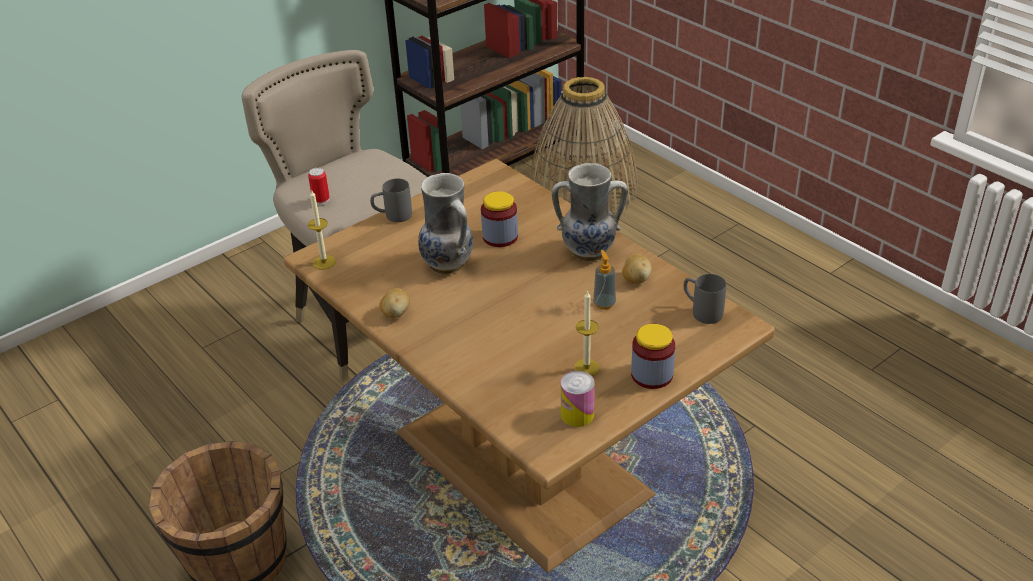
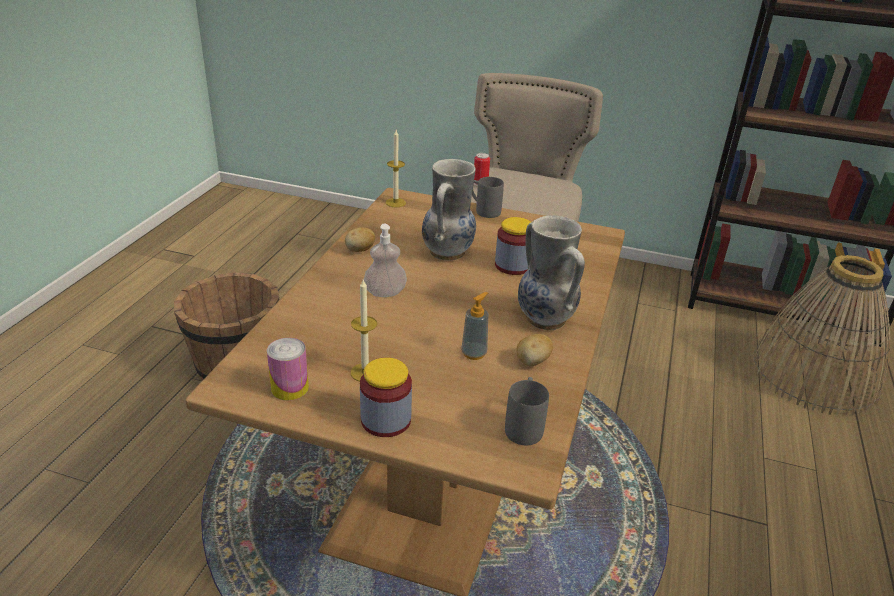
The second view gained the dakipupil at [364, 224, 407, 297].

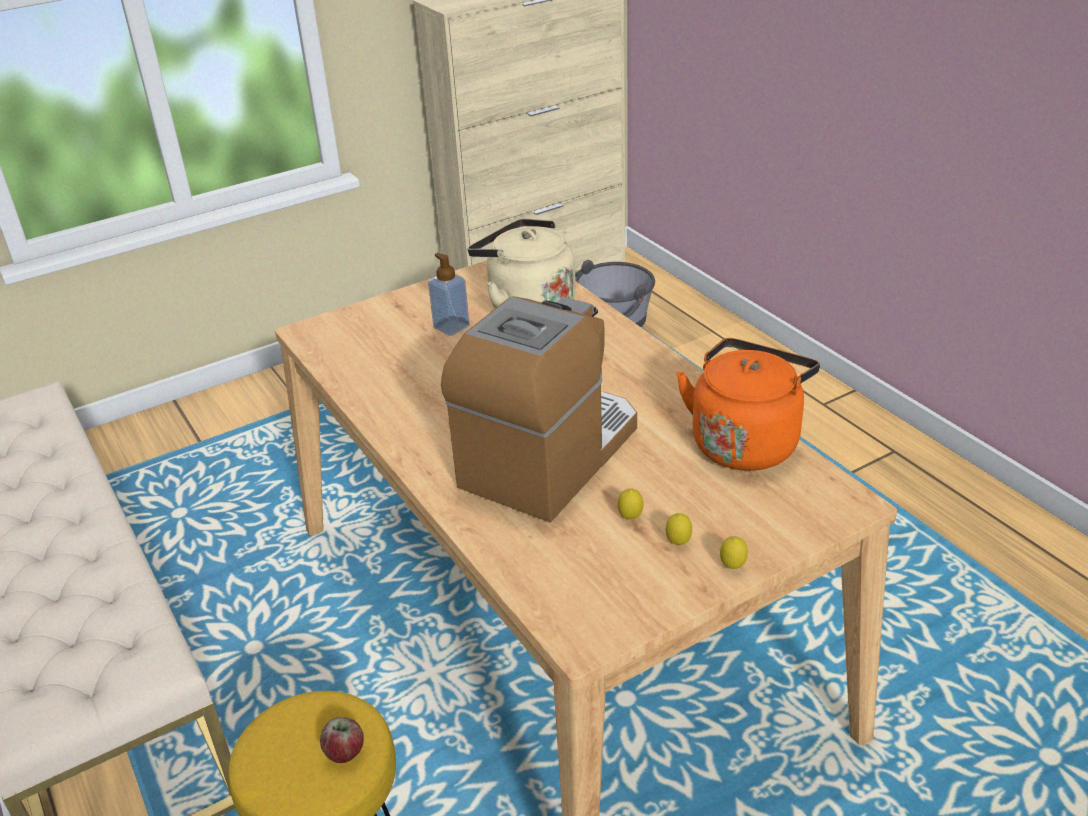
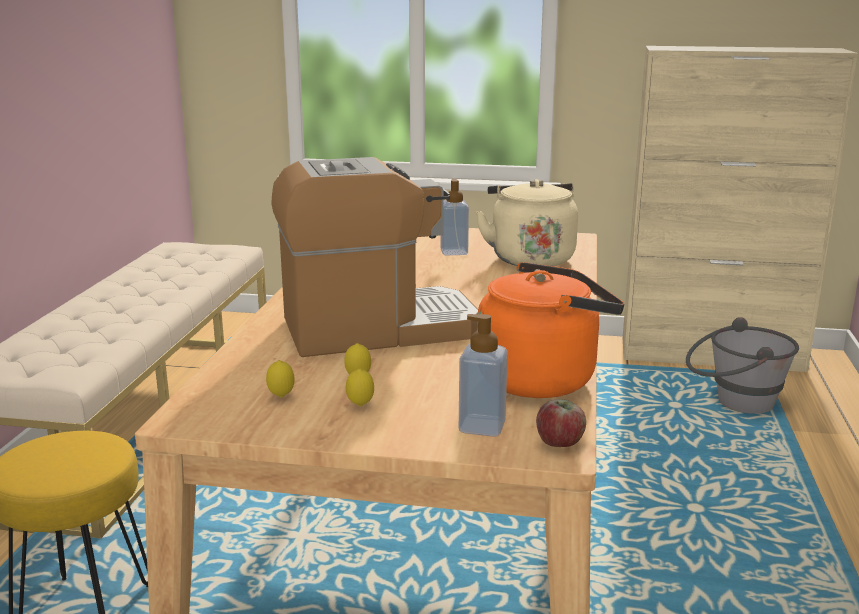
The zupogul ended up elsewhere, having gone from [720, 536, 748, 569] to [266, 360, 295, 398].
The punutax ended up elsewhere, having gone from [320, 717, 364, 763] to [536, 399, 586, 447].
The second view gained the dakipupil at [459, 314, 508, 437].

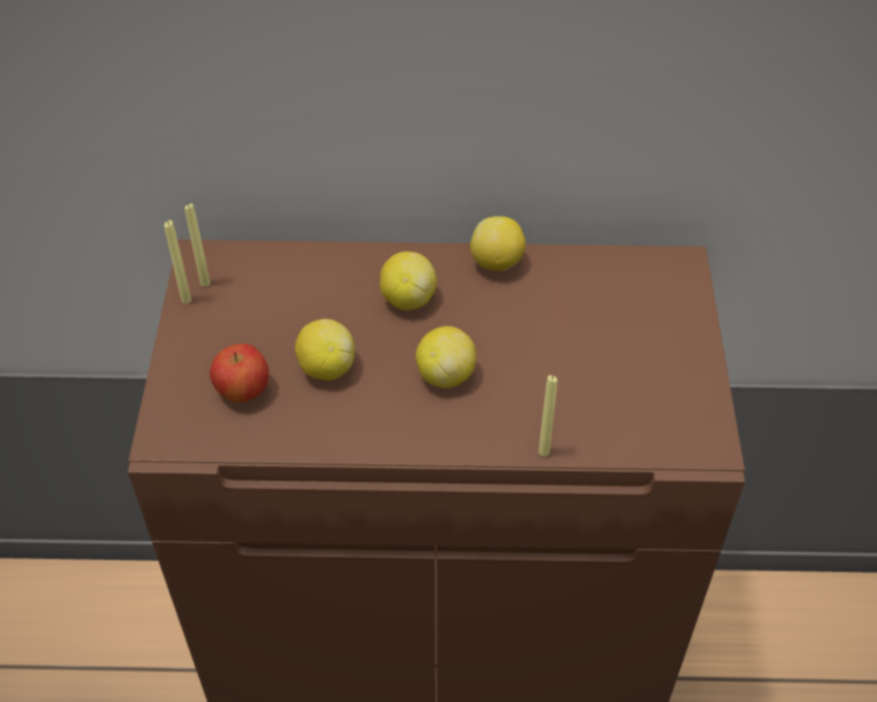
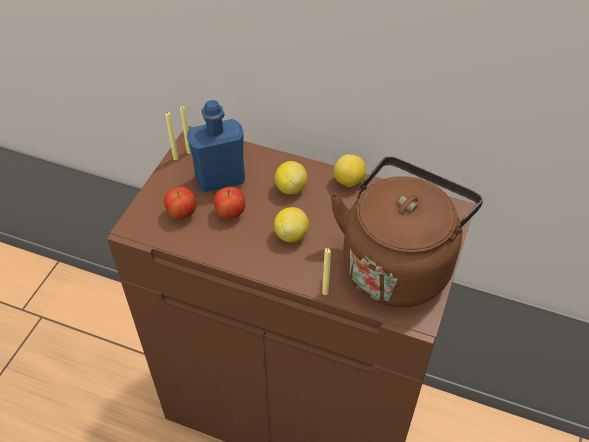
Where the zupogul stood at [295, 319, 355, 380], the punutax came to stand at [214, 187, 245, 219].
The second view gained the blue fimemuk at [187, 100, 245, 193].
The second view gained the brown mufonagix at [330, 157, 483, 307].

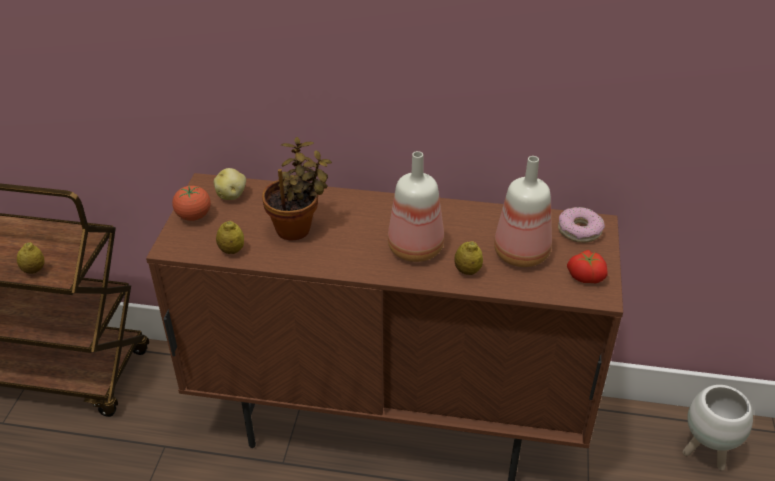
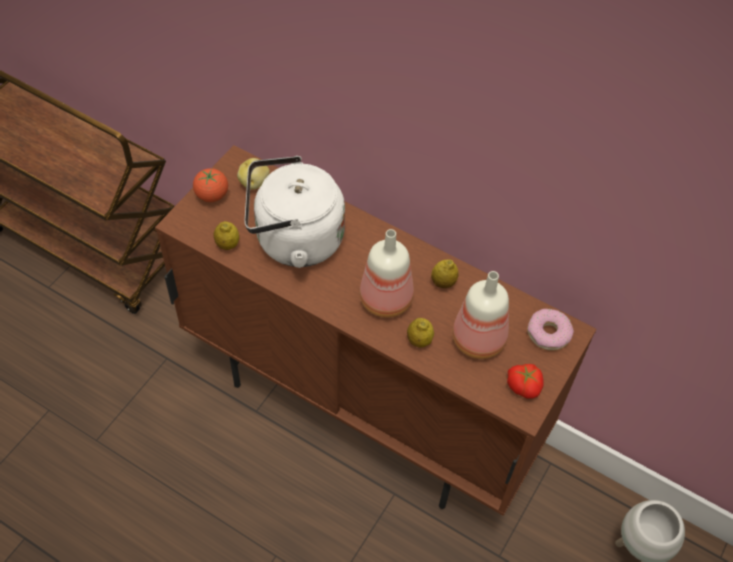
Where the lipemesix stood at [262, 137, 332, 241], the white mufonagix came to stand at [245, 156, 345, 268].
The zupogul ended up elsewhere, having gone from [17, 242, 44, 274] to [431, 259, 459, 288].

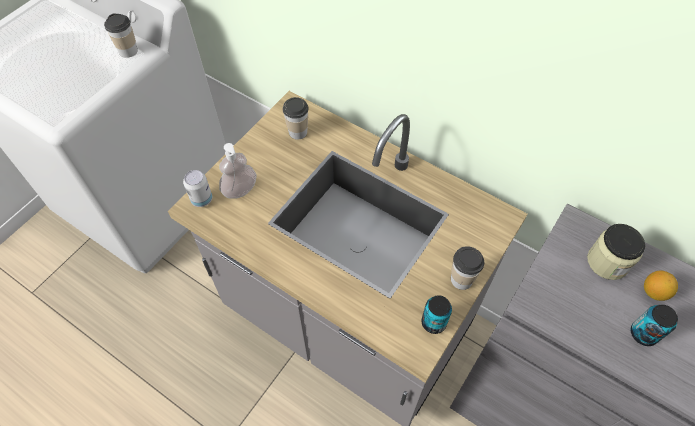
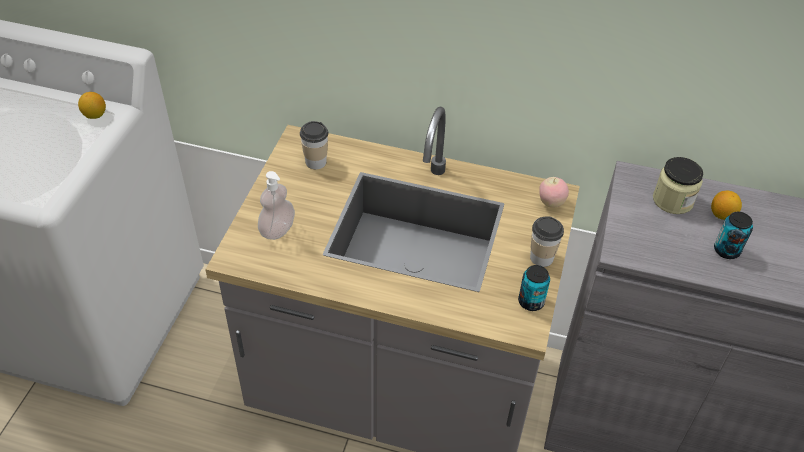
Where the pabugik stood at [104, 14, 138, 58], the zupogul came to stand at [78, 92, 106, 119].
The second view lost the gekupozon at [183, 170, 212, 207].
The second view gained the punutax at [539, 177, 569, 208].

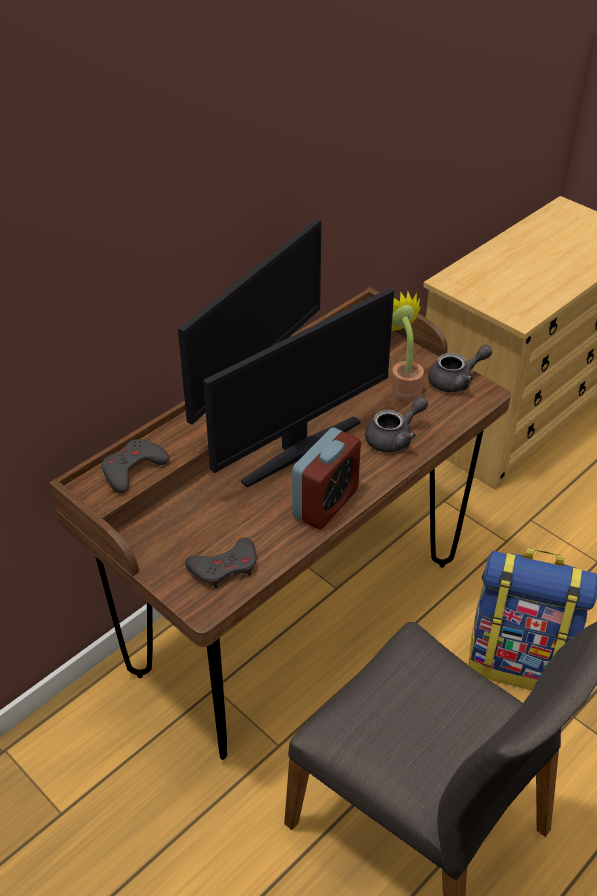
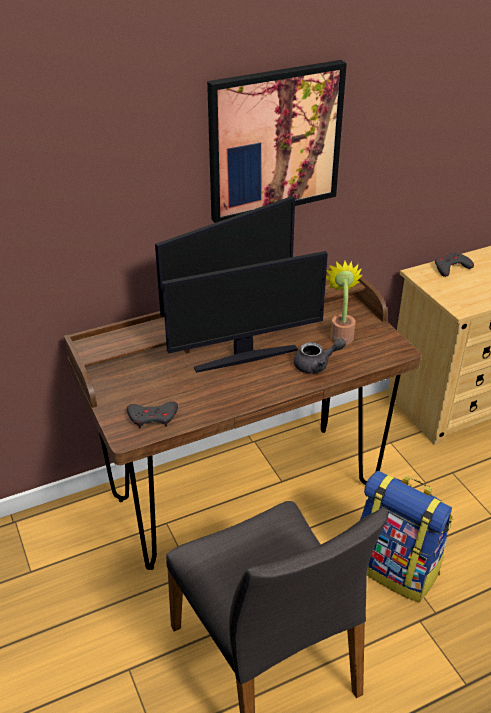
The second view lost the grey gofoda at [428, 345, 492, 392].
The second view lost the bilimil at [292, 428, 361, 530].
The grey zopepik ended up elsewhere, having gone from [102, 439, 170, 493] to [435, 253, 474, 277].
The second view gained the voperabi at [207, 60, 347, 223].

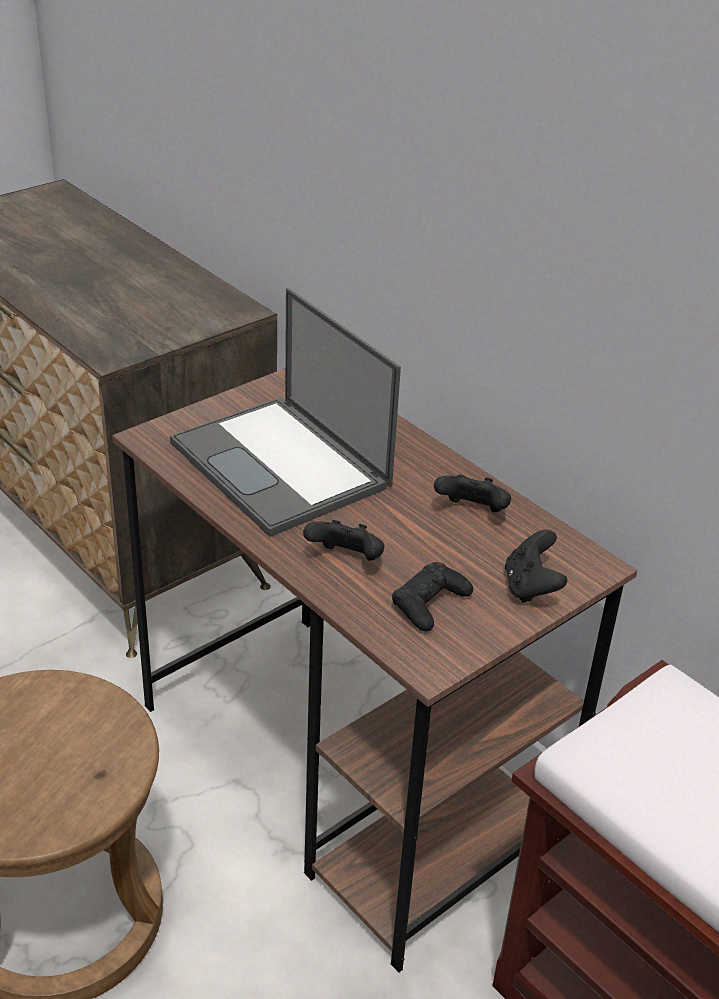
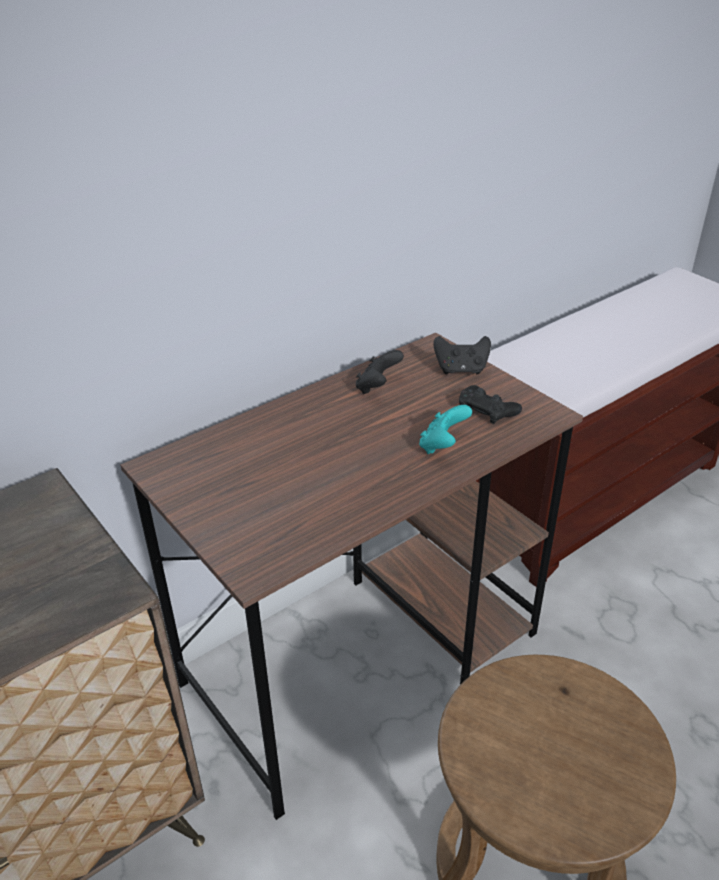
The second view lost the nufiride at [170, 288, 401, 537].
What was the black zopepik at [303, 520, 384, 561] turned into the turquoise zopepik at [419, 405, 472, 454].

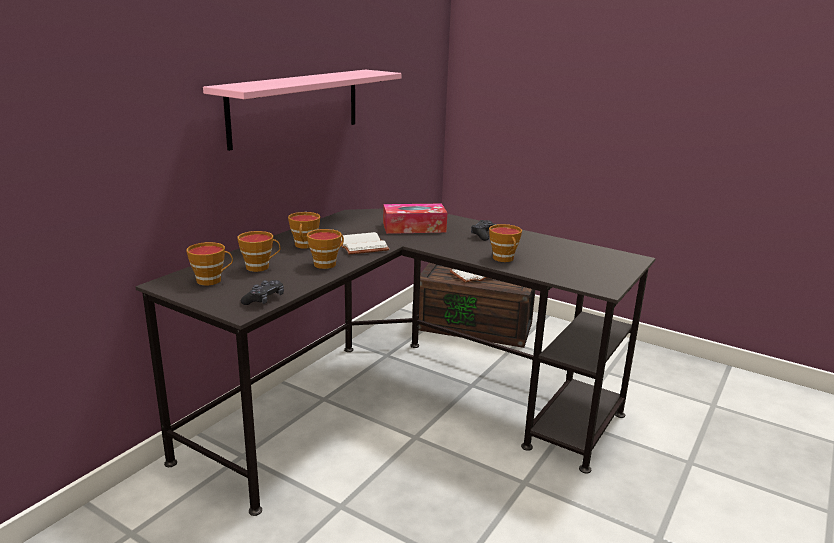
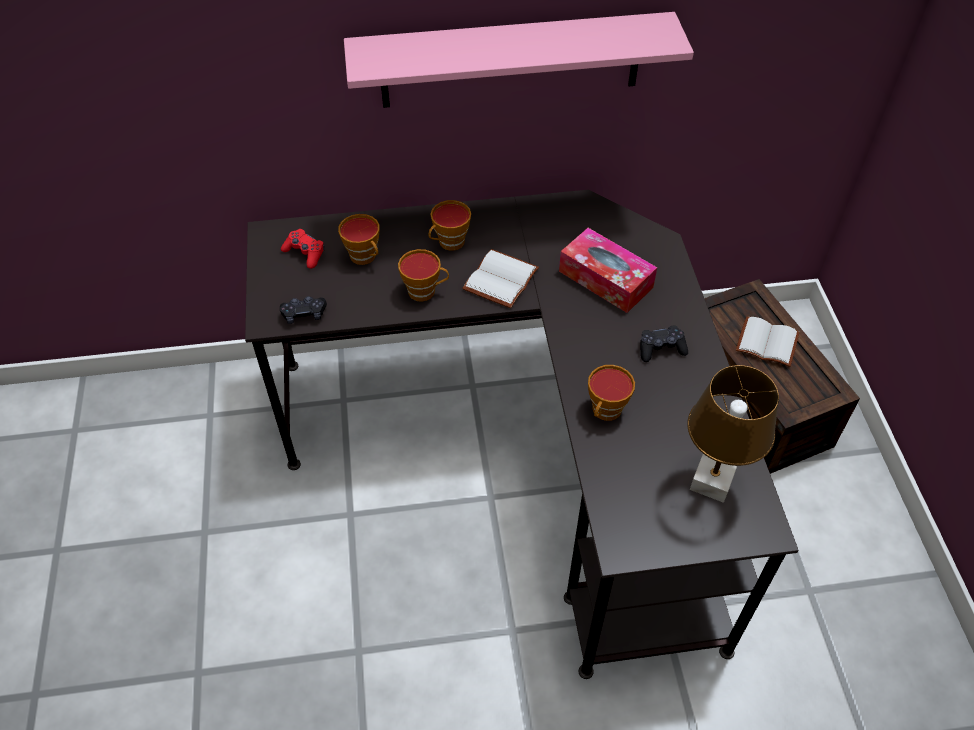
Where the pabugik stood at [187, 242, 233, 285], the red zopepik came to stand at [281, 229, 325, 269].
The second view gained the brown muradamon at [687, 365, 779, 503].

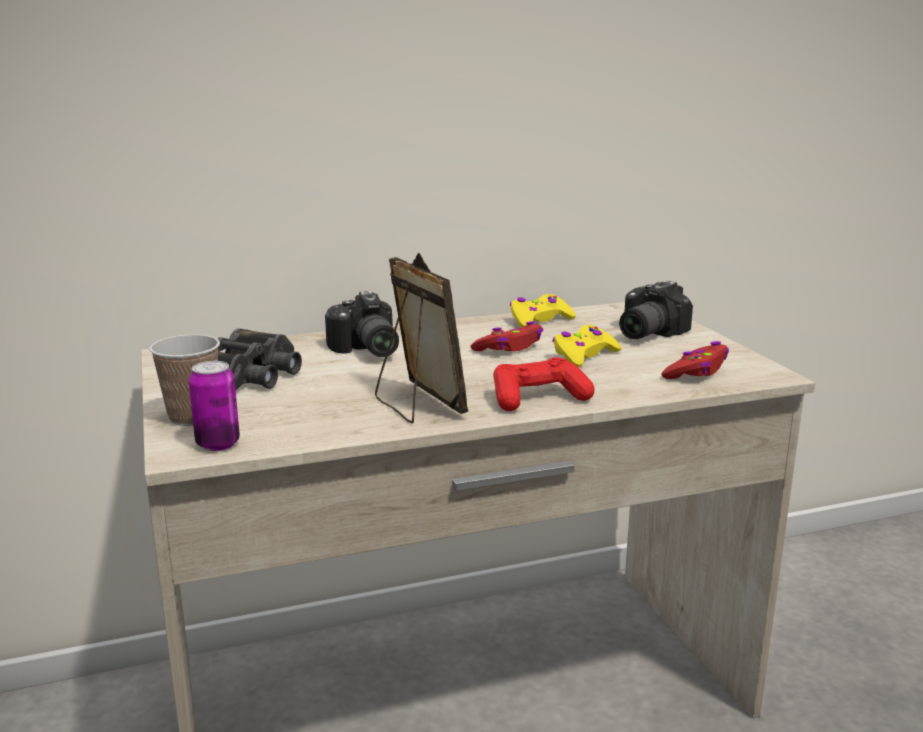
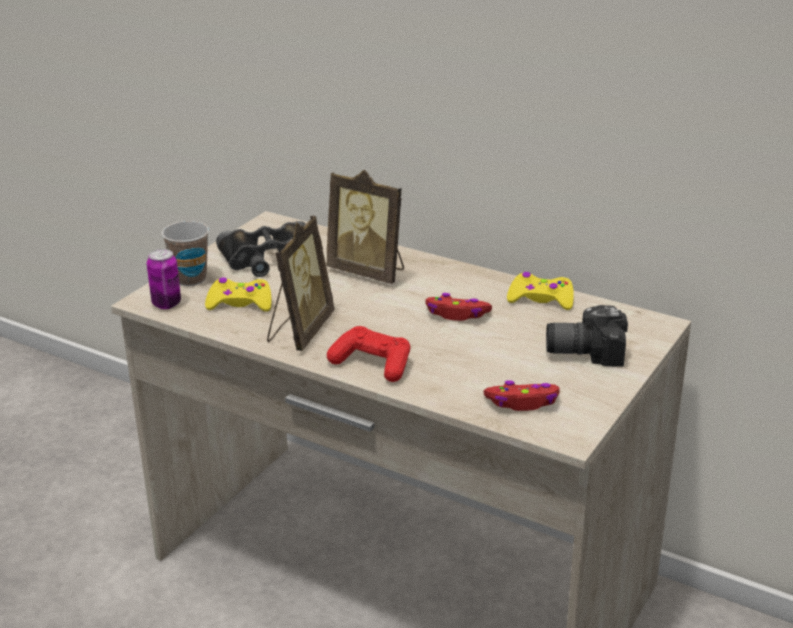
Where the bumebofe stood at [325, 291, 399, 357], the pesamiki came to stand at [326, 170, 404, 284].
The yellow zopepik ended up elsewhere, having gone from [552, 325, 622, 367] to [205, 278, 271, 312].

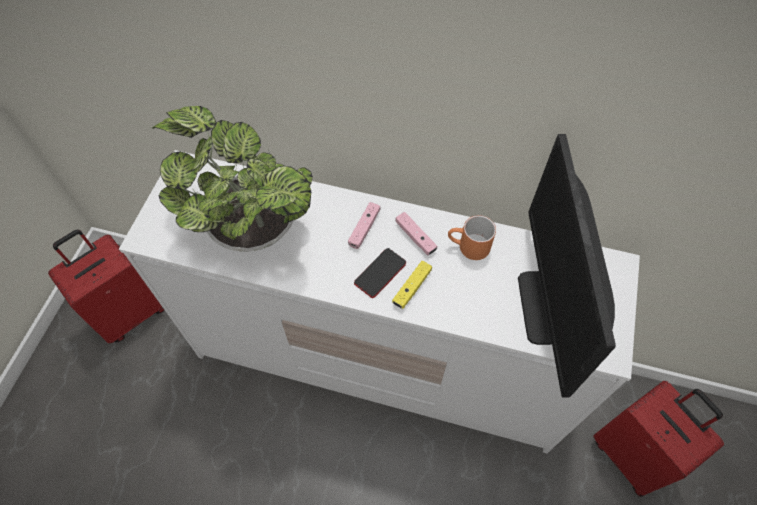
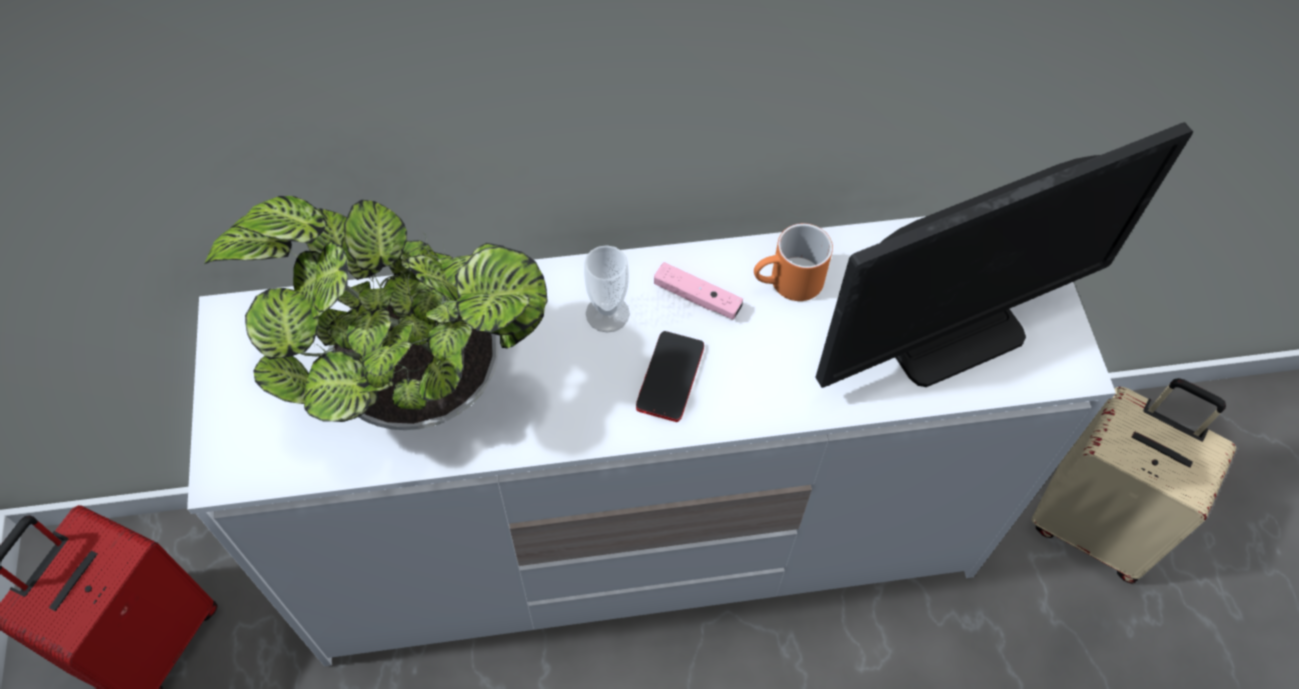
The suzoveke at [518, 134, 616, 398] ended up facing another way, 90 degrees counterclockwise from before.
Where the pink zopepik stood at [348, 202, 380, 249], the pabugik came to stand at [584, 245, 630, 333].
The second view lost the yellow zopepik at [392, 261, 432, 309].
What was the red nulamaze at [593, 381, 724, 497] turned into the beige nulamaze at [1031, 378, 1236, 583].

